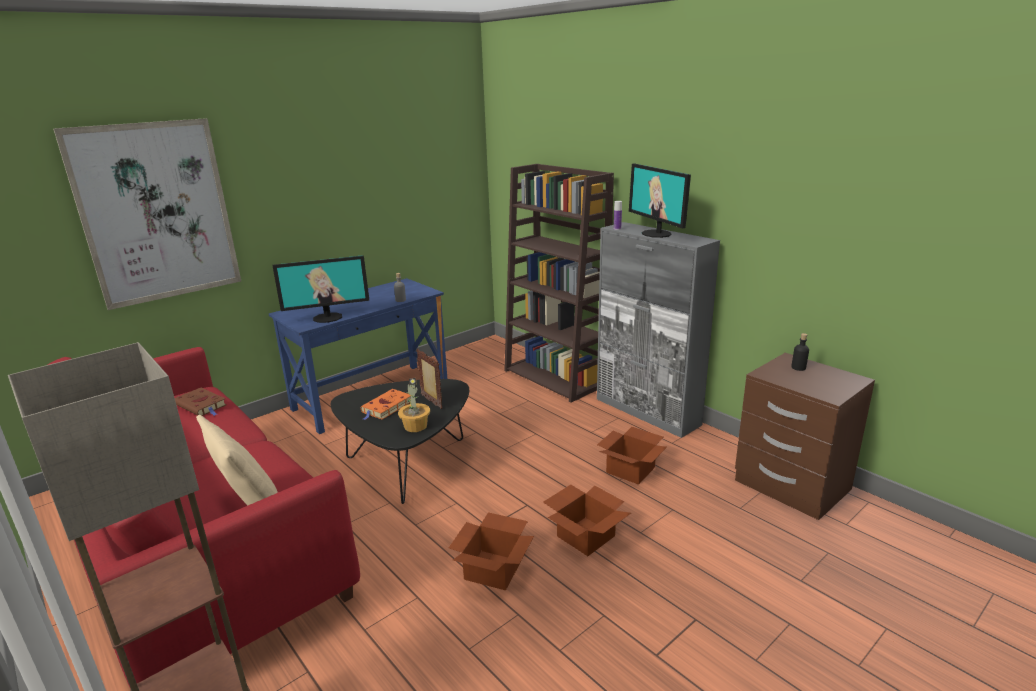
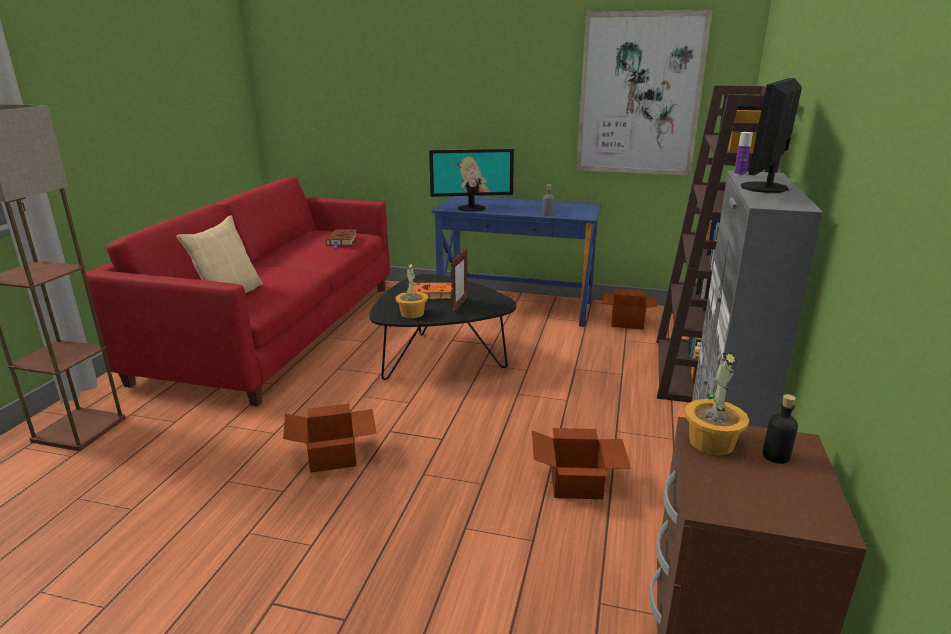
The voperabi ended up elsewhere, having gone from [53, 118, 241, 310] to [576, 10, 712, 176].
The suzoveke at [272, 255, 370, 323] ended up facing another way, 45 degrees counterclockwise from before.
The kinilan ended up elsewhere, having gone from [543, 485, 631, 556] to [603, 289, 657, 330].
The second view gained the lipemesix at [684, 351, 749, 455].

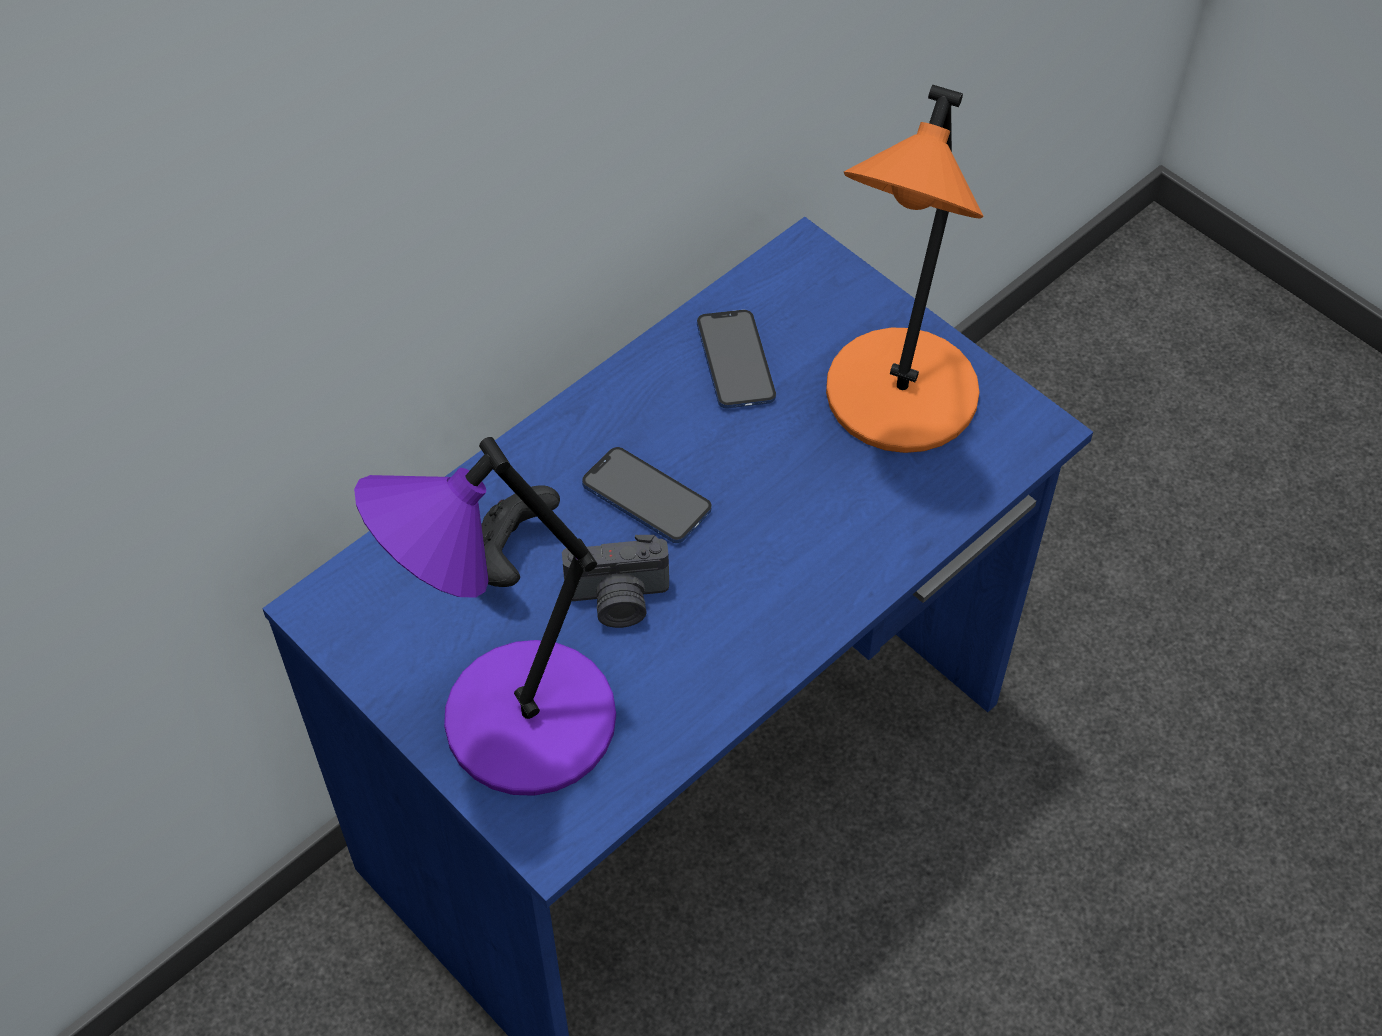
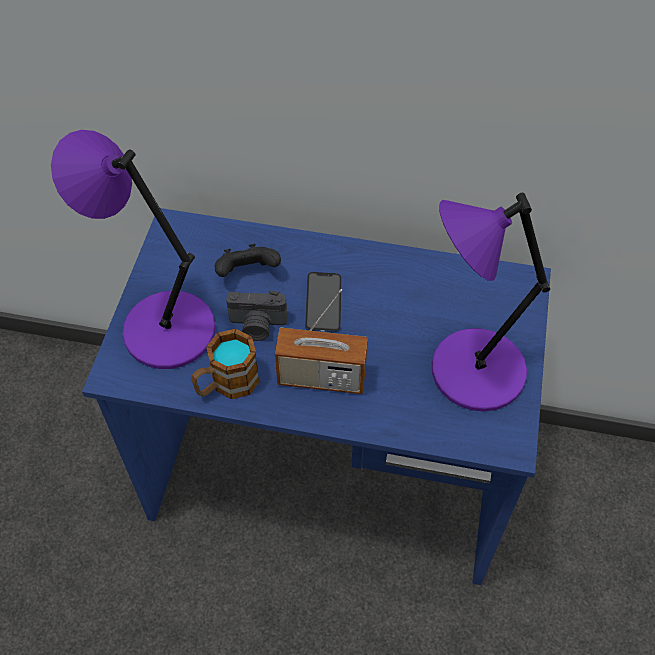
What was the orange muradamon at [826, 85, 983, 453] turned into the purple muradamon at [432, 193, 550, 411].
The second view lost the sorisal at [697, 310, 776, 409].
The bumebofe at [562, 535, 669, 628] ended up facing another way, 45 degrees counterclockwise from before.
The second view gained the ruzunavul at [275, 289, 368, 394].
The second view gained the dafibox at [191, 329, 260, 399].

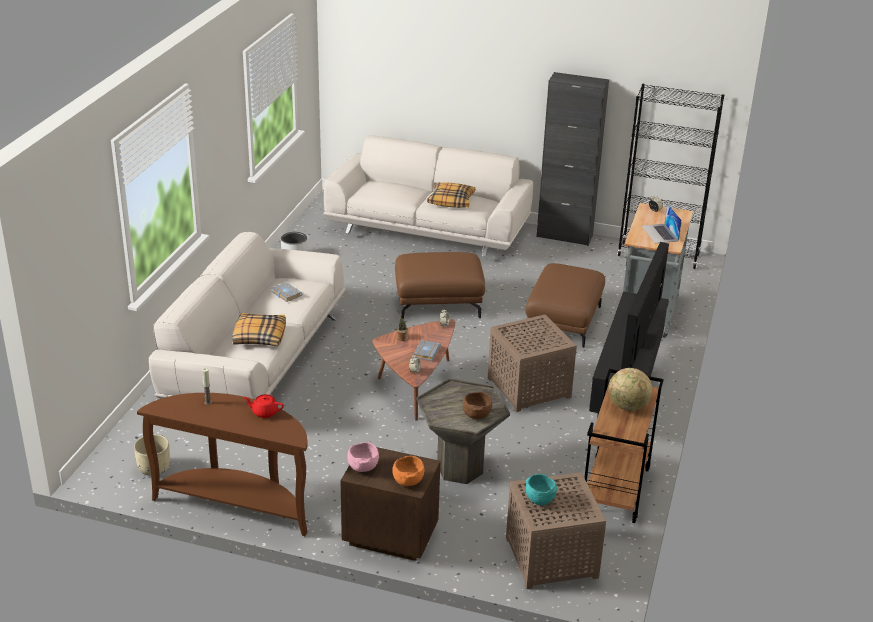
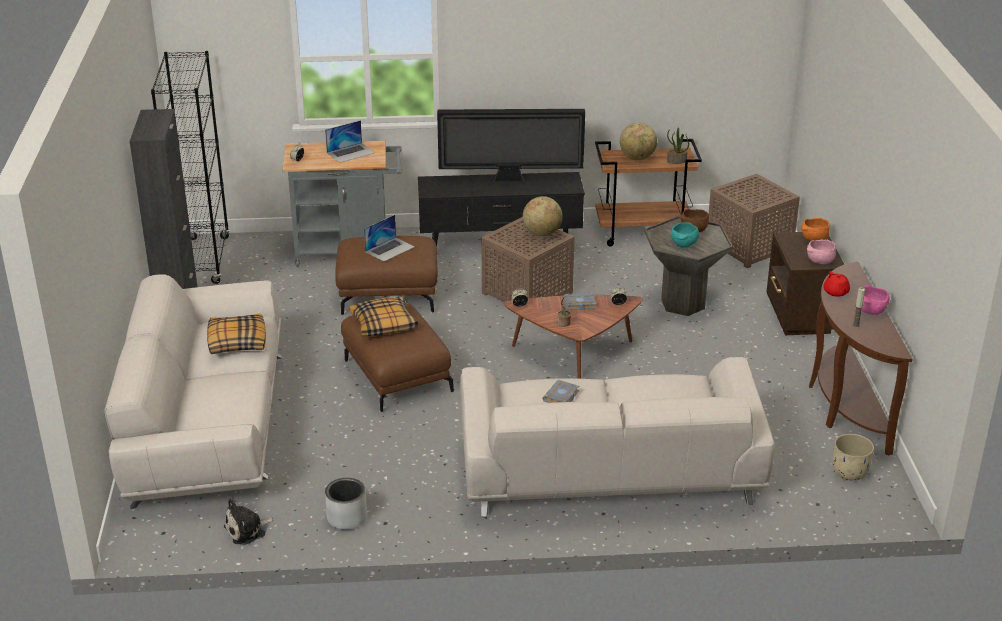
The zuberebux ended up elsewhere, having gone from [232, 313, 286, 347] to [349, 297, 418, 336].
The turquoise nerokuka ended up elsewhere, having gone from [526, 474, 558, 505] to [671, 222, 699, 247].
The second view gained the lipemesix at [667, 127, 689, 164].
The second view gained the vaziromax at [523, 196, 563, 236].
The second view gained the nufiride at [364, 215, 415, 262].
The second view gained the pink nerokuka at [861, 286, 890, 315].
The second view gained the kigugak at [224, 499, 274, 545].

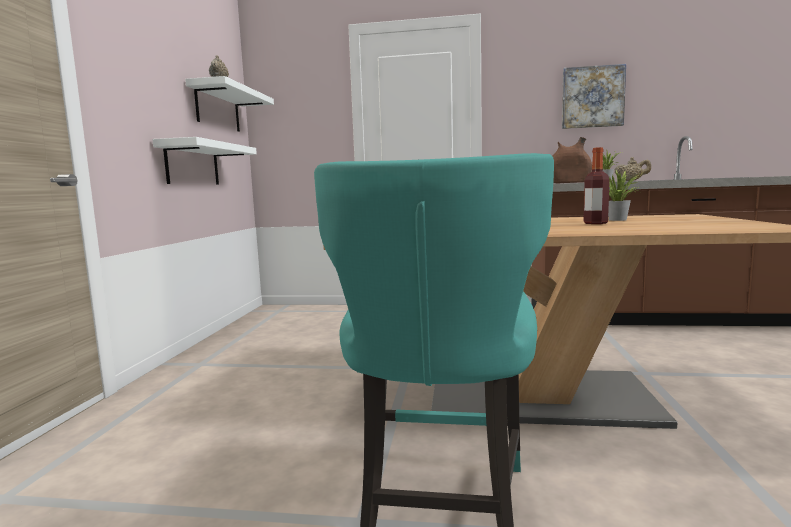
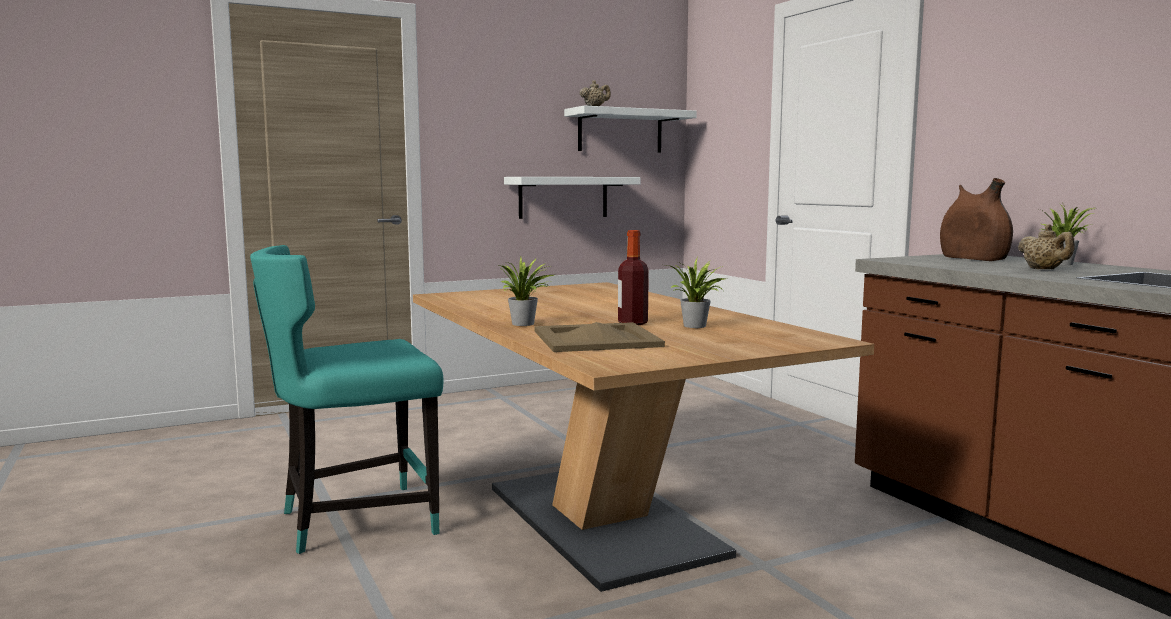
The second view lost the voperabi at [562, 64, 626, 129].
The second view gained the lipemesix at [501, 257, 554, 326].
The second view gained the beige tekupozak at [534, 322, 665, 352].

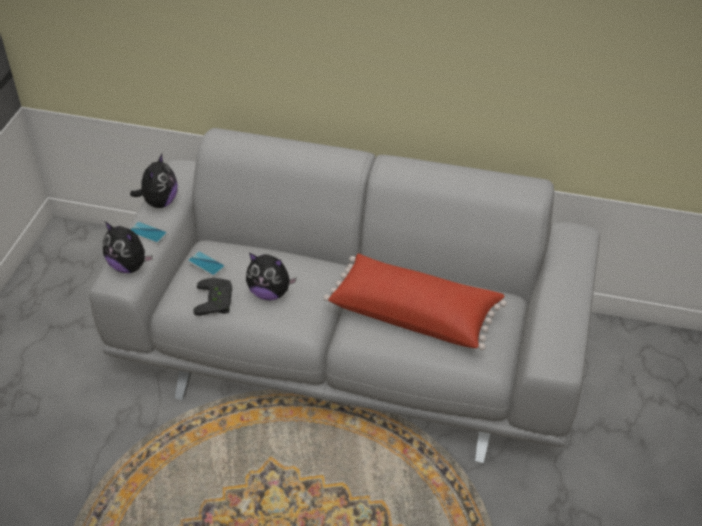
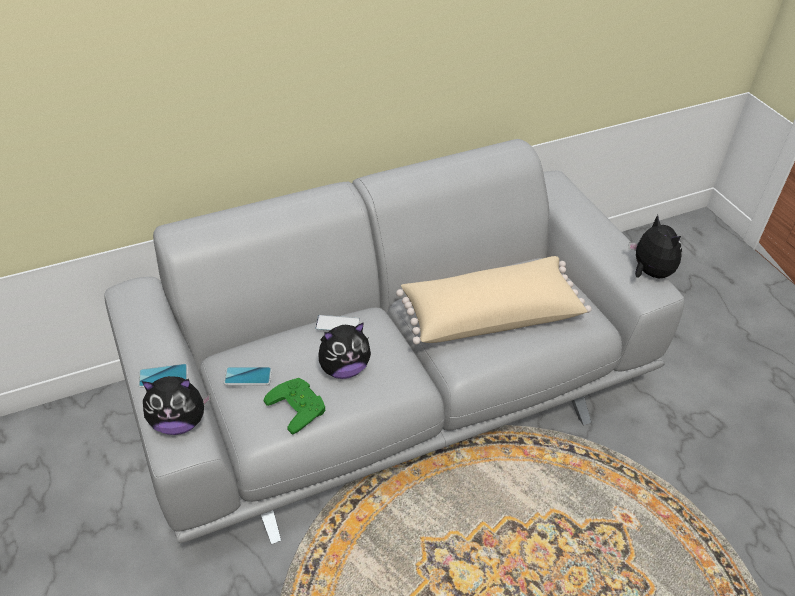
The kigugak ended up elsewhere, having gone from [130, 154, 178, 208] to [628, 215, 682, 278].
What was the red zuberebux at [323, 254, 507, 350] turned into the beige zuberebux at [396, 256, 592, 345].
What was the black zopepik at [193, 278, 232, 316] turned into the green zopepik at [264, 378, 326, 434].
The second view gained the sorisal at [315, 315, 360, 331].

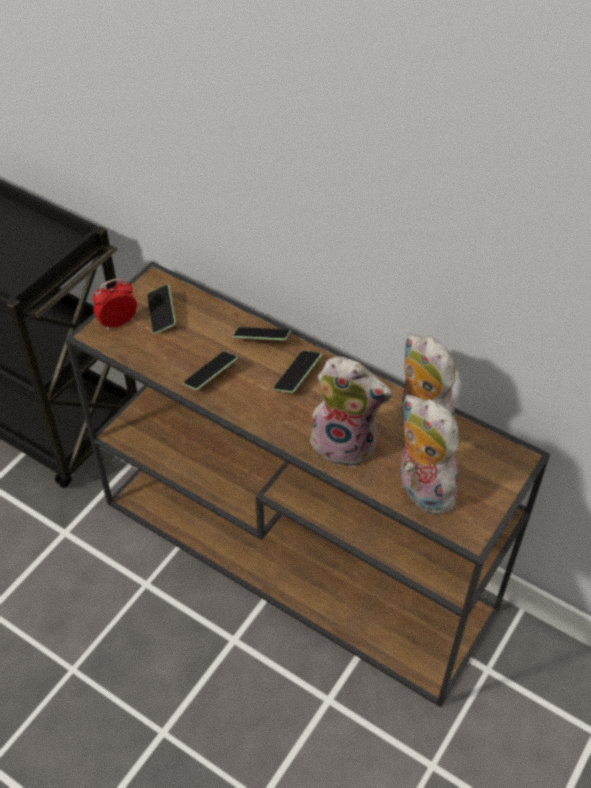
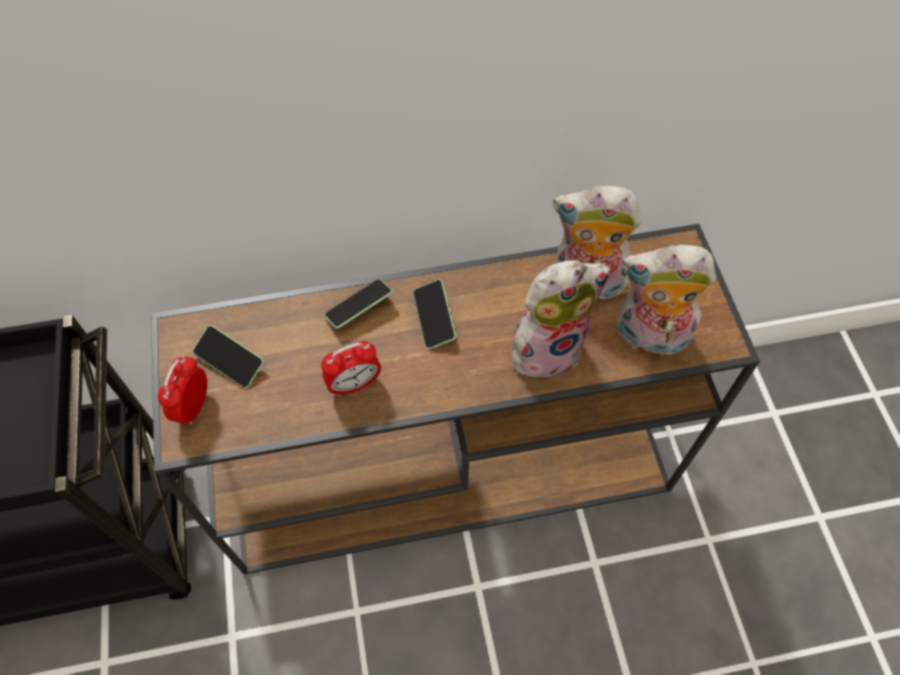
Where the sorisal stood at [183, 351, 238, 390], the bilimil came to stand at [321, 341, 381, 397].

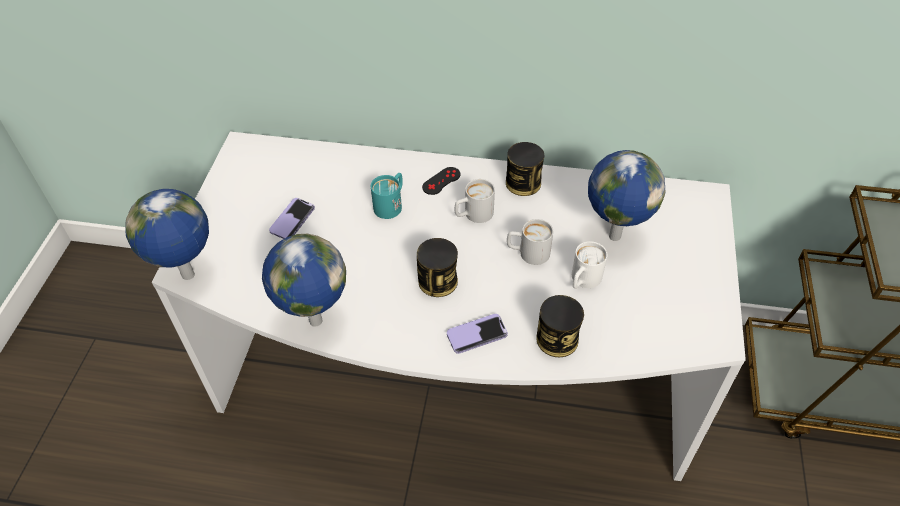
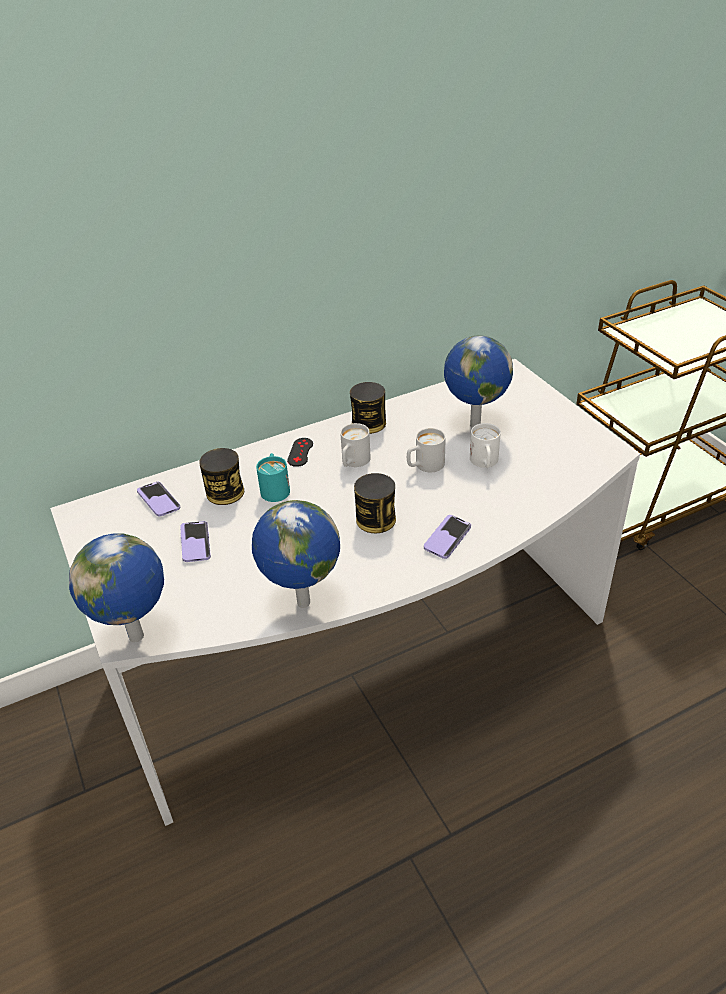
The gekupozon ended up elsewhere, having gone from [536, 295, 584, 357] to [199, 448, 244, 505].
The second view gained the sorisal at [137, 482, 180, 516].

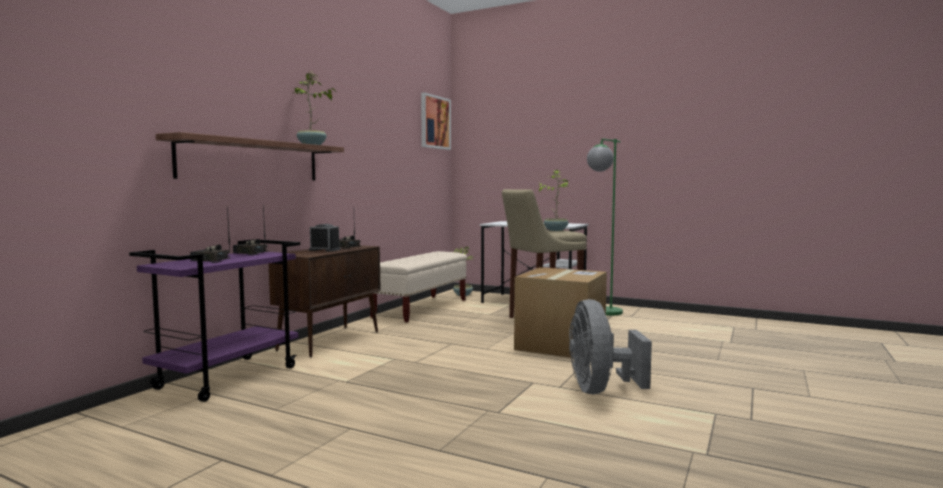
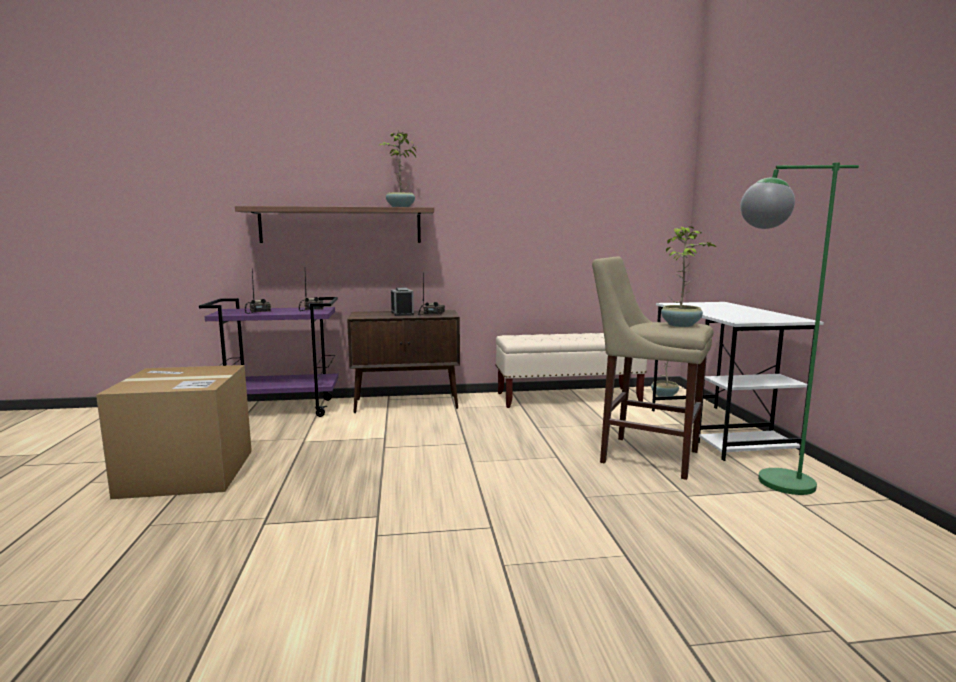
The second view lost the voperabi at [421, 92, 451, 150].
The kinilan ended up elsewhere, having gone from [514, 267, 607, 358] to [96, 365, 252, 499].
The second view lost the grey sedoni at [569, 299, 652, 394].

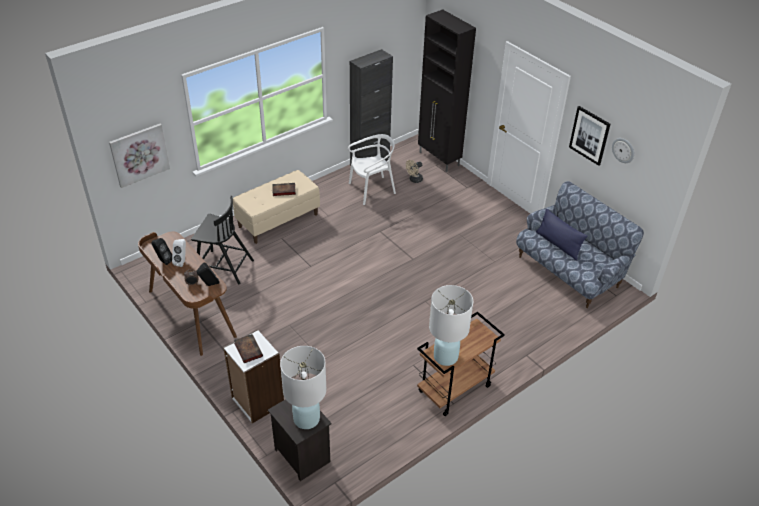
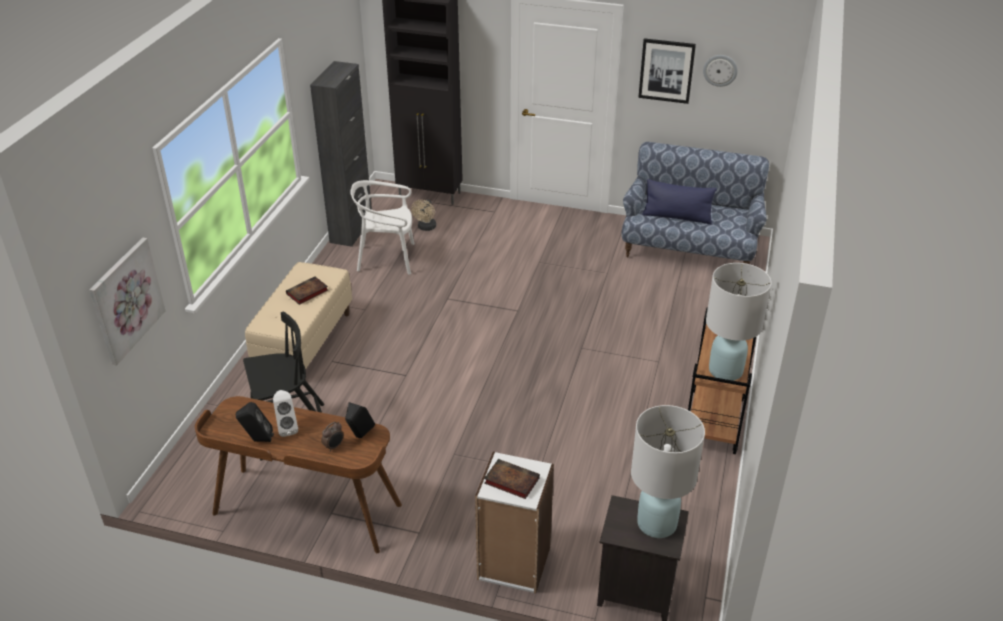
The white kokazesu at [348, 134, 396, 205] ended up facing another way, 120 degrees counterclockwise from before.

